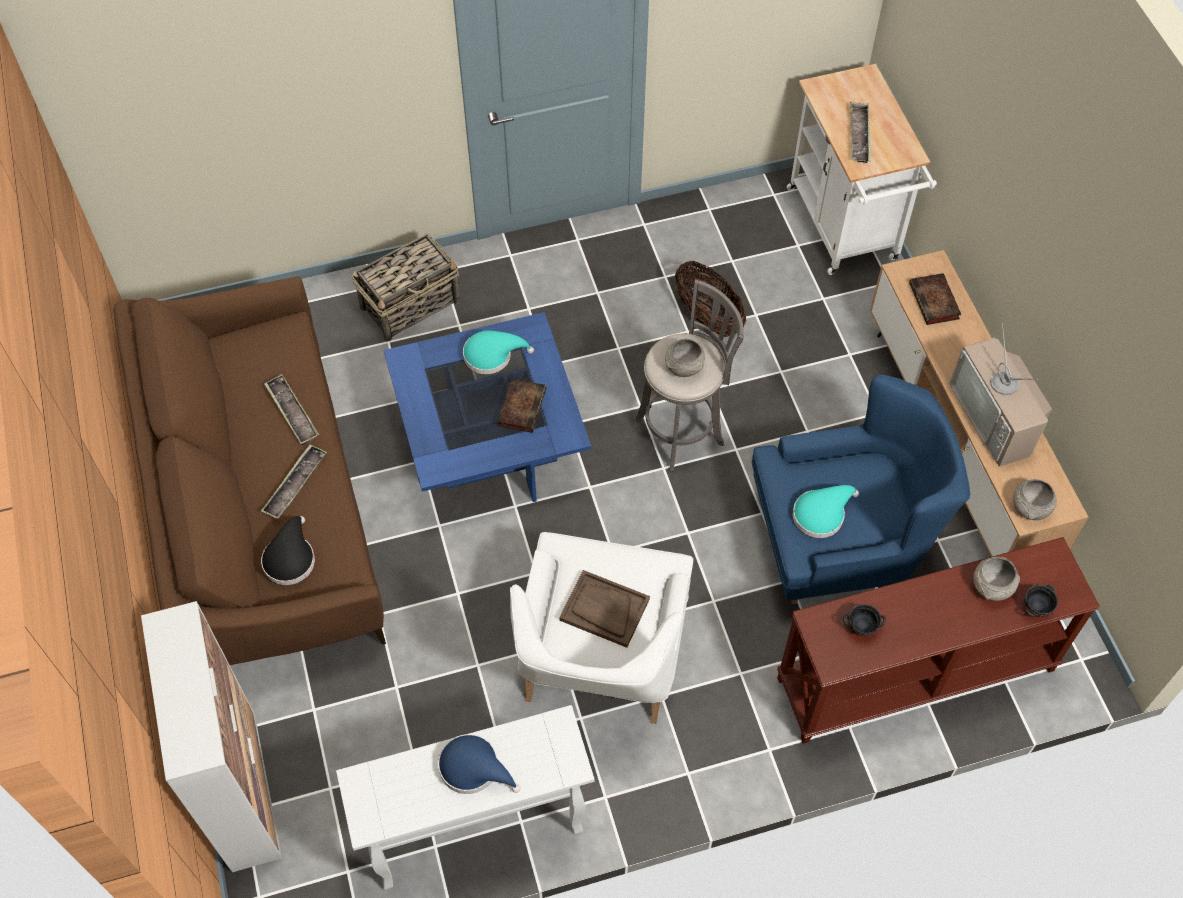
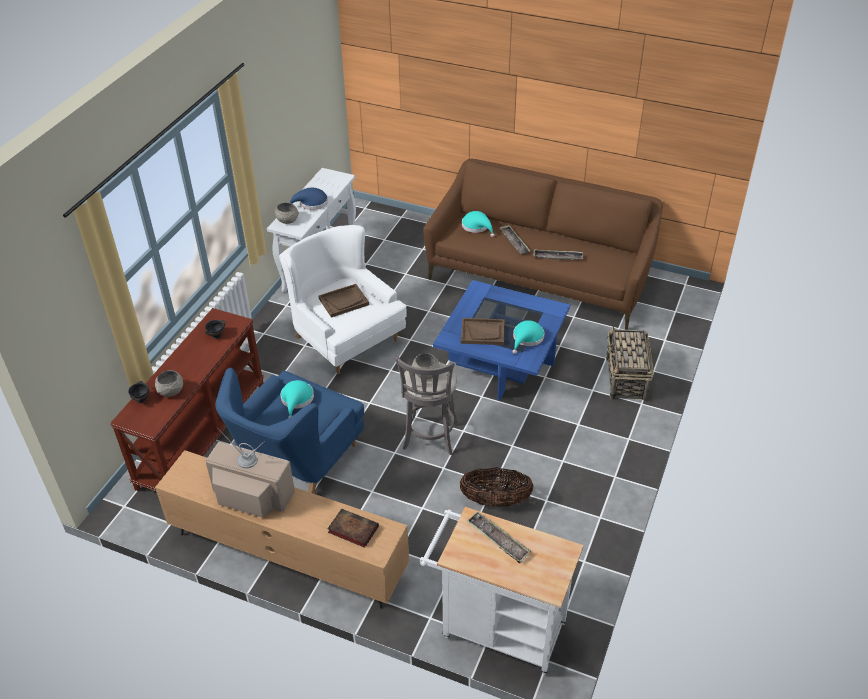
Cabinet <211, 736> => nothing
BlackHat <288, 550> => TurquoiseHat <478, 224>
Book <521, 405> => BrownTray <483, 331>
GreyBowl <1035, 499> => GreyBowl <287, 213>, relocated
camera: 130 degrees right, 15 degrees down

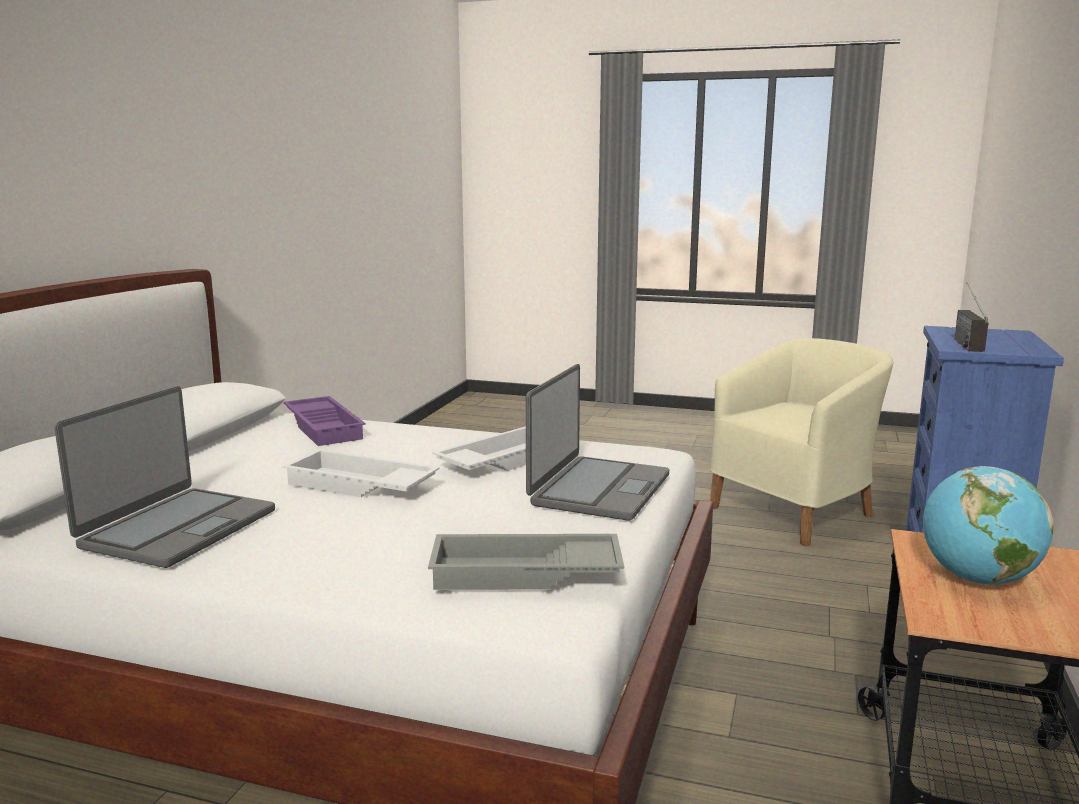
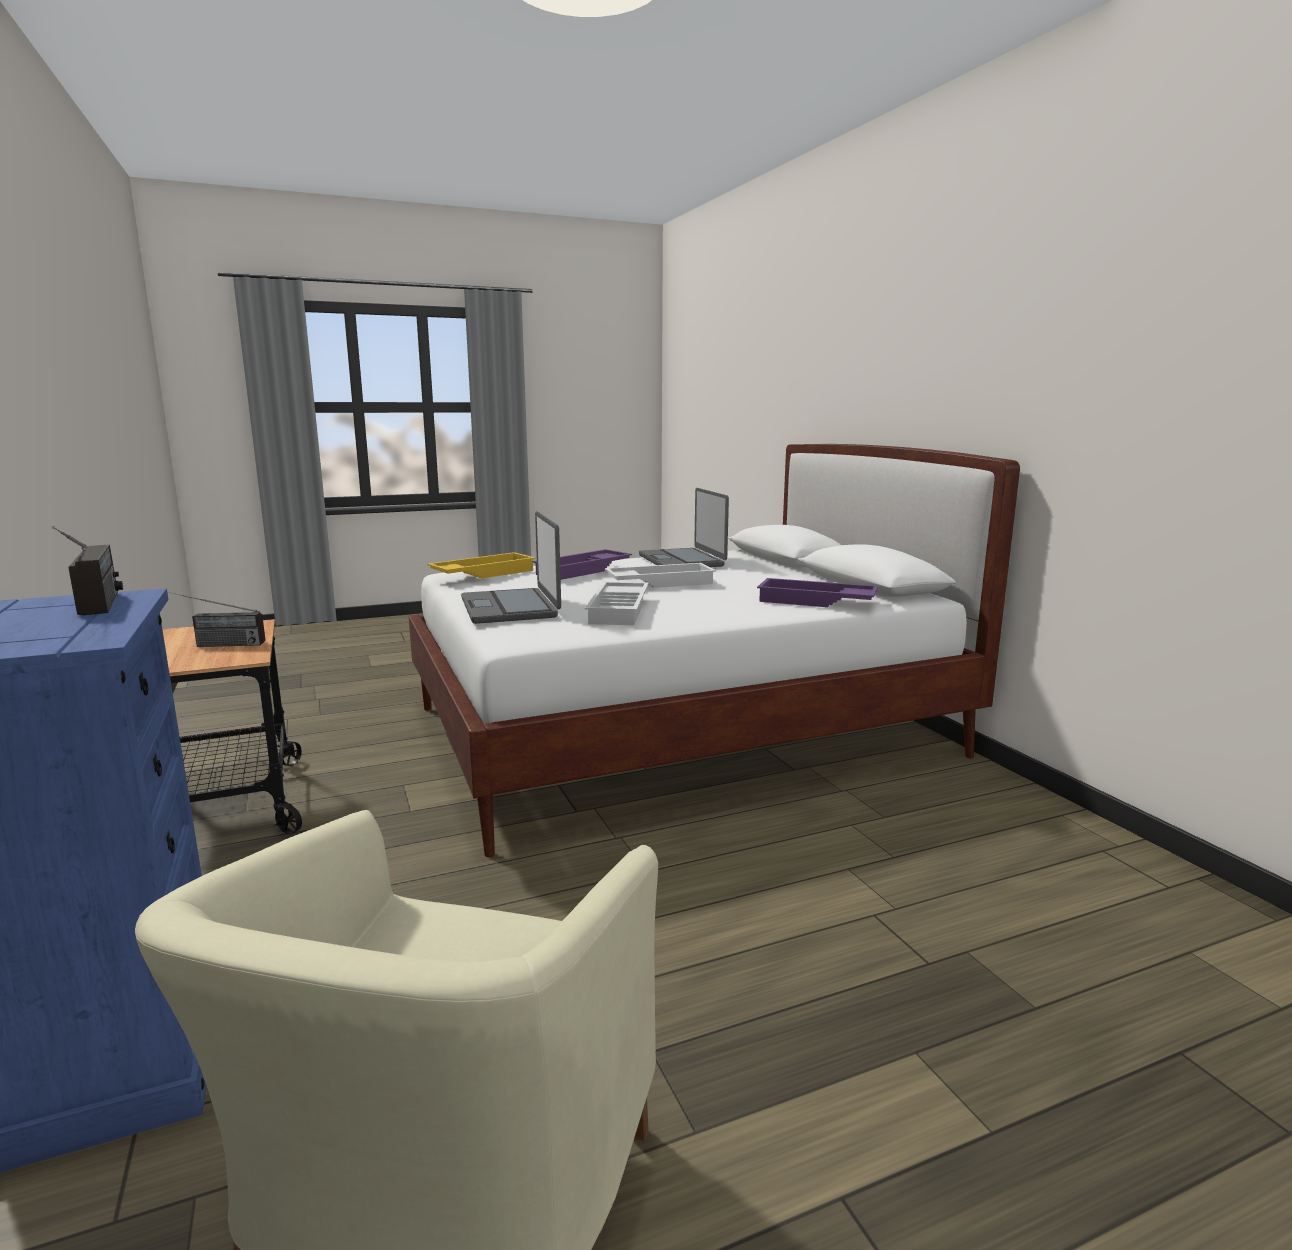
GreyTray <526, 562> => YellowTray <481, 565>
Globe <988, 525> => Radio <216, 619>
nothing => PurpleTray <582, 564>
camera: 140 degrees right, 0 degrees up

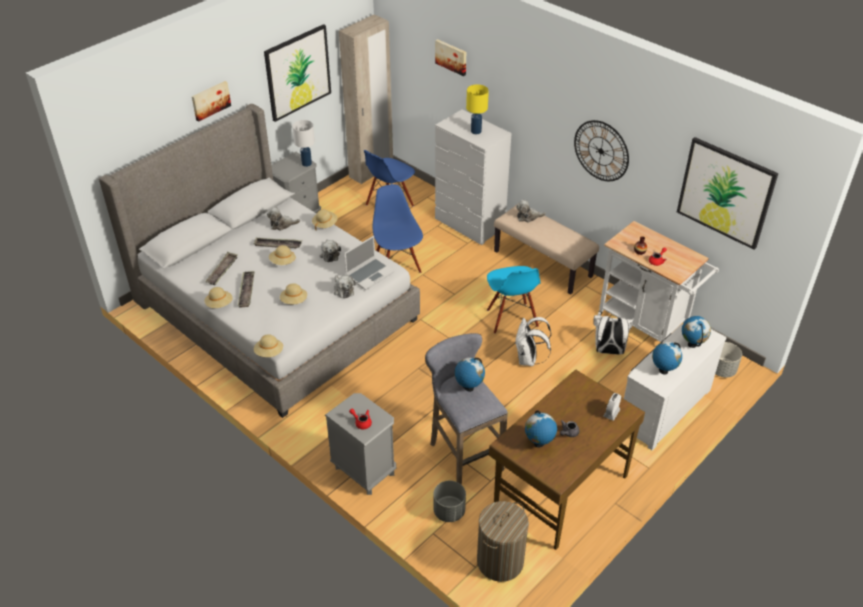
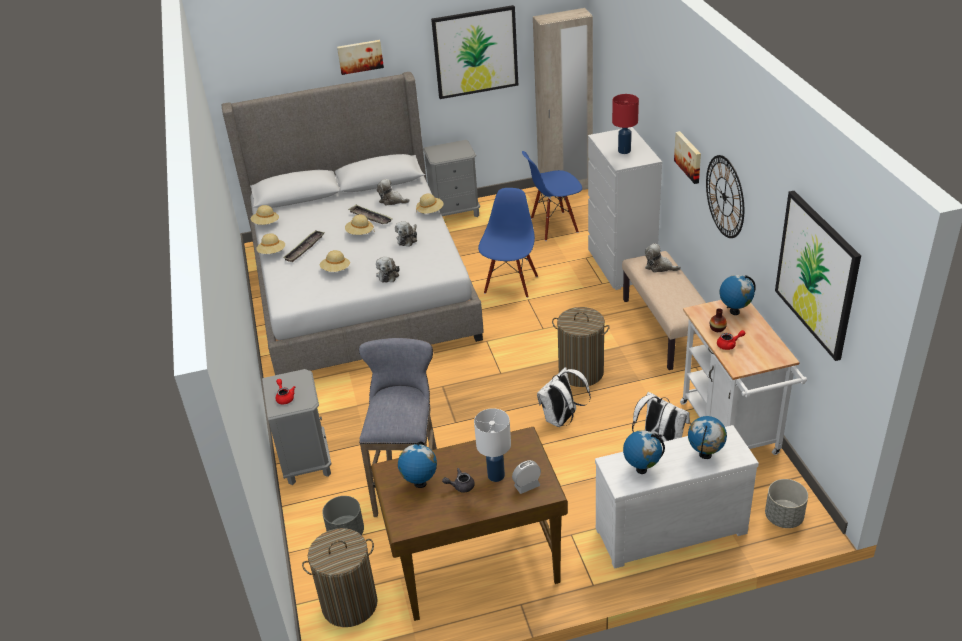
Tray <221, 268> => nothing
BeigeHat <268, 345> => BeigeHat <265, 215>, relocated
WhiteTableLamp <303, 143> => WhiteTableLamp <492, 445>, relocated
Laptop <369, 263> => nothing
Picture <450, 57> => Picture <687, 157>, relocated
Globe <469, 374> => Globe <738, 295>, relocated
YellowTableLamp <477, 109> => RedTableLamp <625, 124>
BlueChair <514, 300> => LaundryBasket <581, 347>
camera: 35 degrees right, 5 degrees down

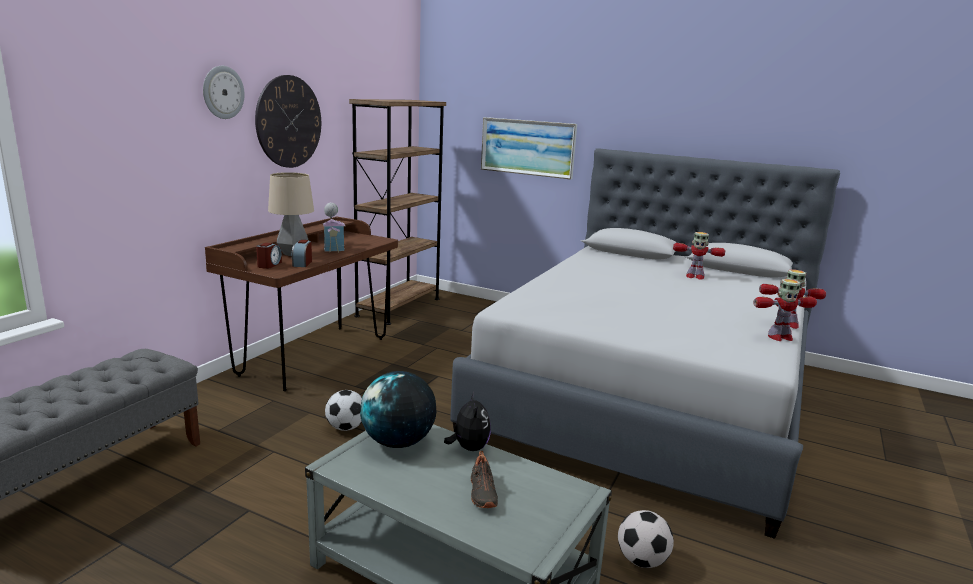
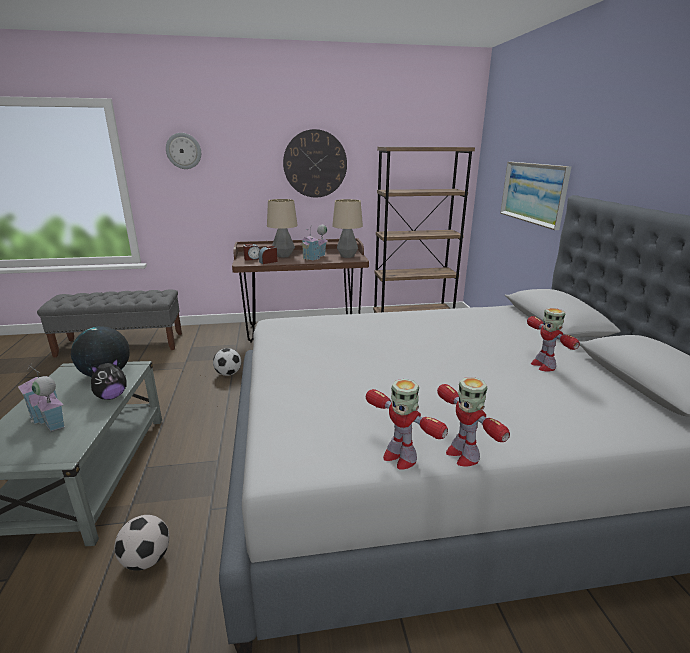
WallClock <224, 92> => WallClock <183, 151>, relocated
BlackShoe <484, 479> => ToyHouse <41, 398>
nothing => TableLamp <347, 228>
camera: 55 degrees right, 5 degrees up

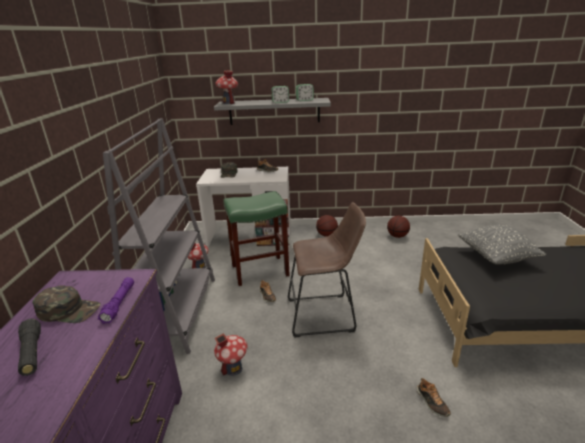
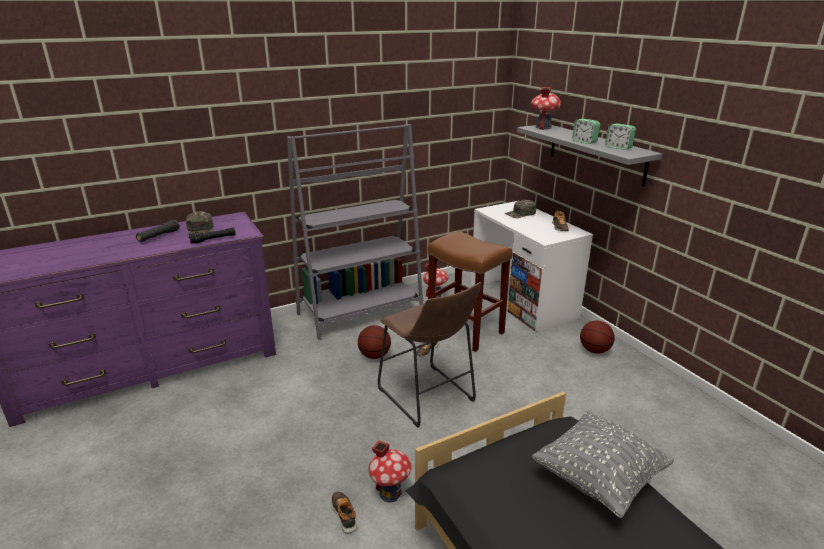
PurpleFlashlight <116, 300> => BlackFlashlight <211, 236>
ToyHouse <231, 354> => ToyHouse <390, 472>, relocated
GreenStool <256, 238> => BrownStool <470, 291>
Basketball <398, 227> => Basketball <374, 342>, relocated
Shoe <433, 397> => Shoe <344, 512>, 120 degrees clockwise
camera: 60 degrees right, 0 degrees up

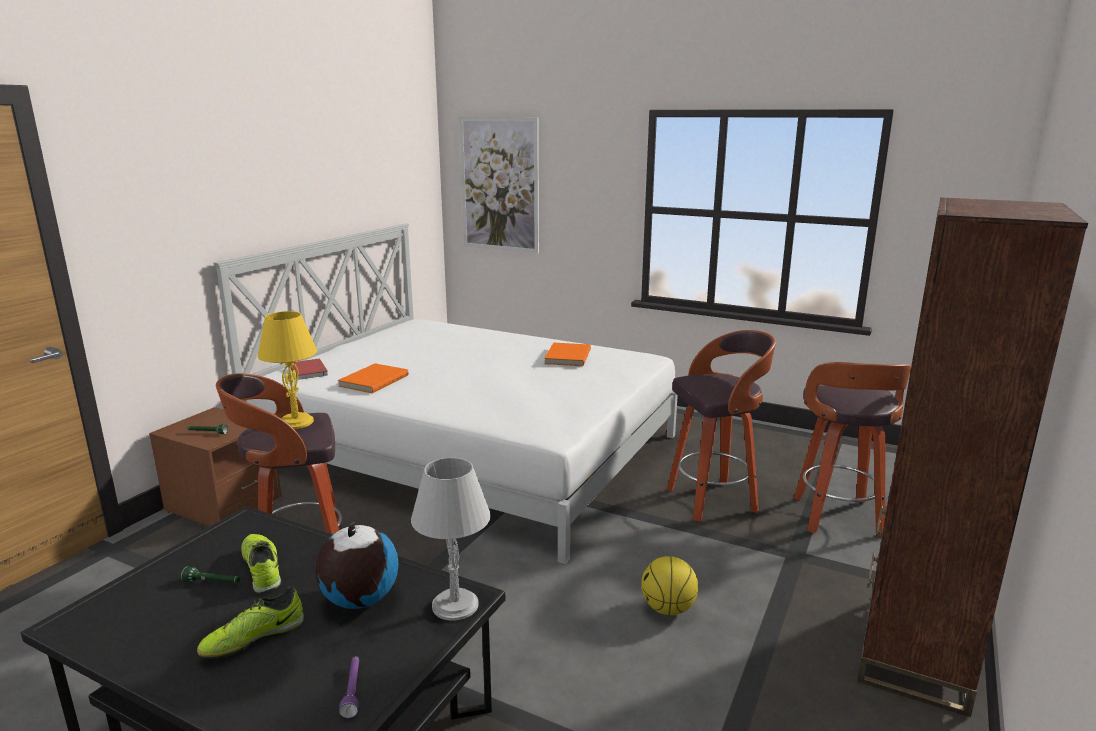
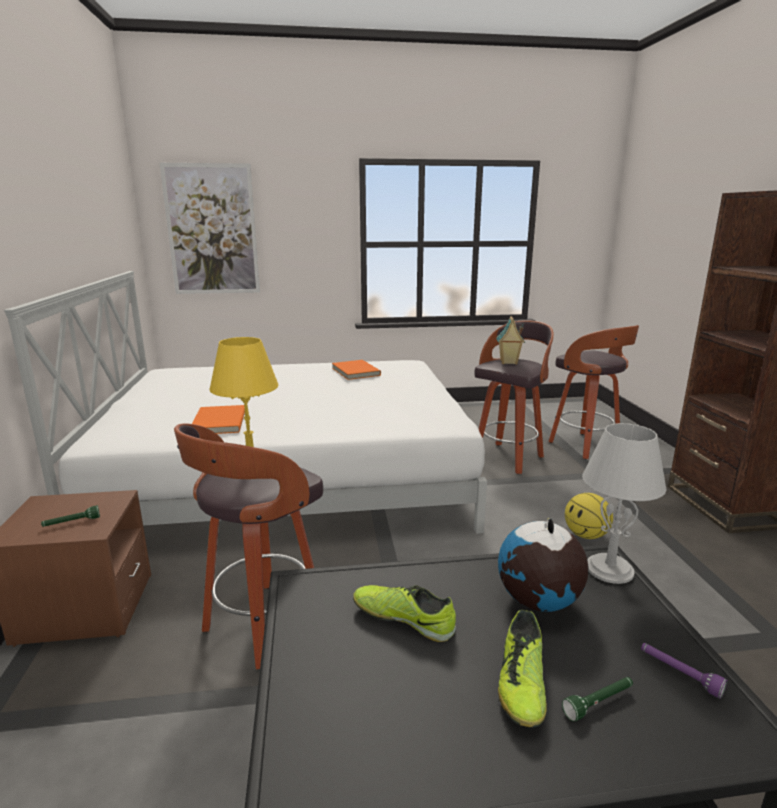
GreenFlashlight <210, 575> => GreenFlashlight <597, 699>, relocated
RedBook <309, 369> => nothing
nothing => ToyHouse <510, 340>
camera: 35 degrees left, 0 degrees up

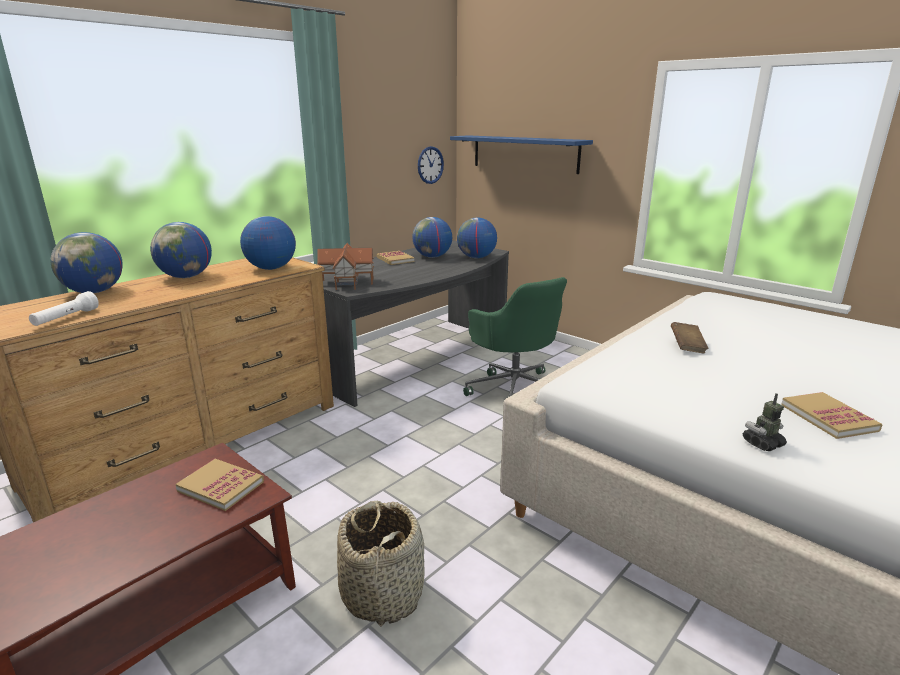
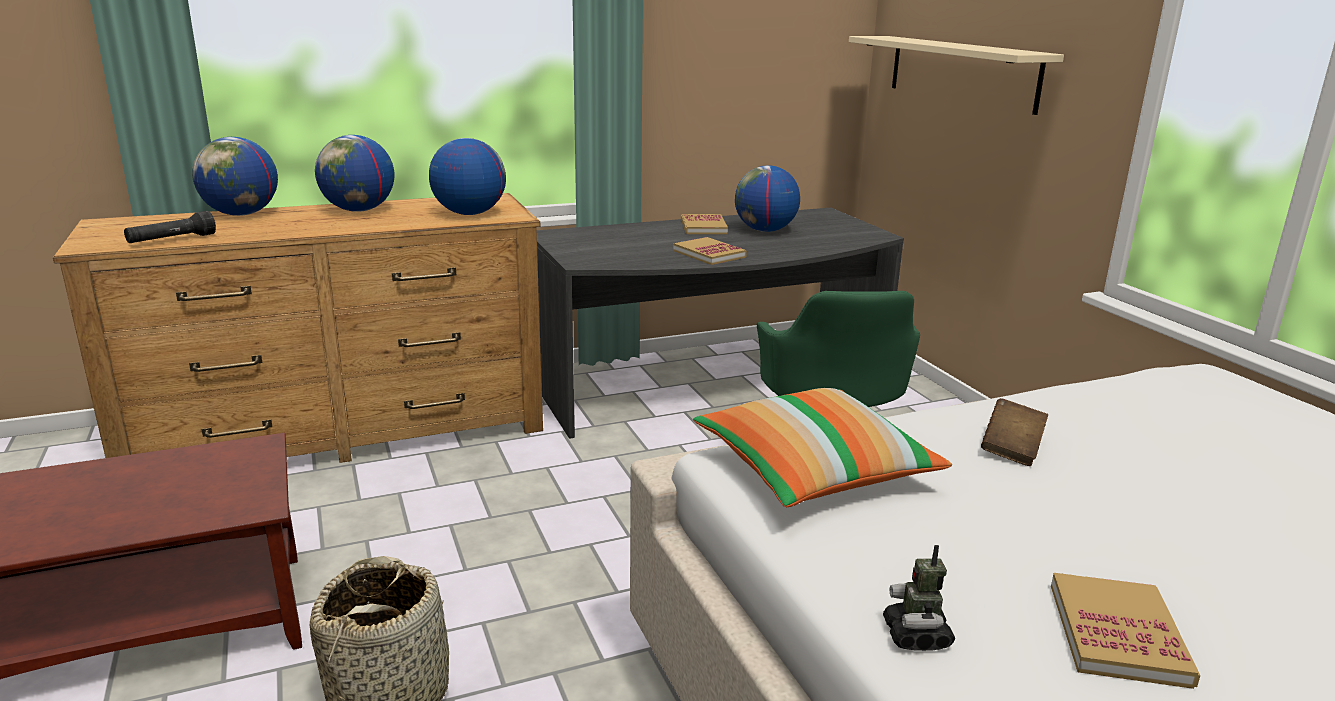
WhiteFlashlight <64, 308> => BlackFlashlight <170, 227>
Book <219, 485> => Book <710, 251>, relocated
ToyHouse <345, 266> => nothing
WallClock <431, 165> => nothing
BlueShelf <521, 154> => BeigeShelf <956, 75>
Globe <477, 237> => nothing
ToyRobot <765, 422> => ToyRobot <919, 598>, 90 degrees counterclockwise
nothing => Pillow <822, 447>
camera: 25 degrees right, 0 degrees up

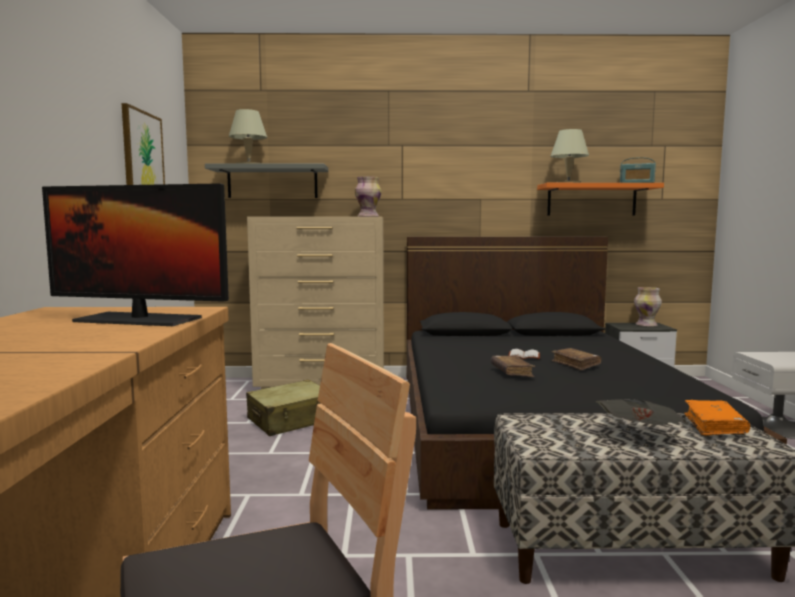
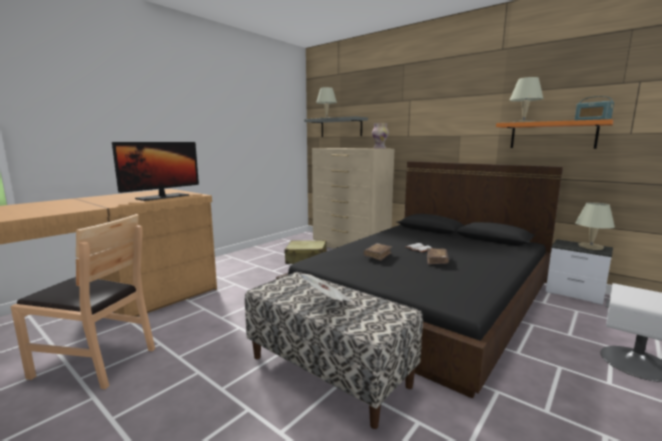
Monitor <135, 255> => Monitor <155, 171>, 105 degrees counterclockwise
Picture <143, 144> => nothing
Vase <648, 307> => BeigeTableLamp <595, 226>
OrangeBook <717, 418> => nothing
camera: 40 degrees right, 5 degrees up

